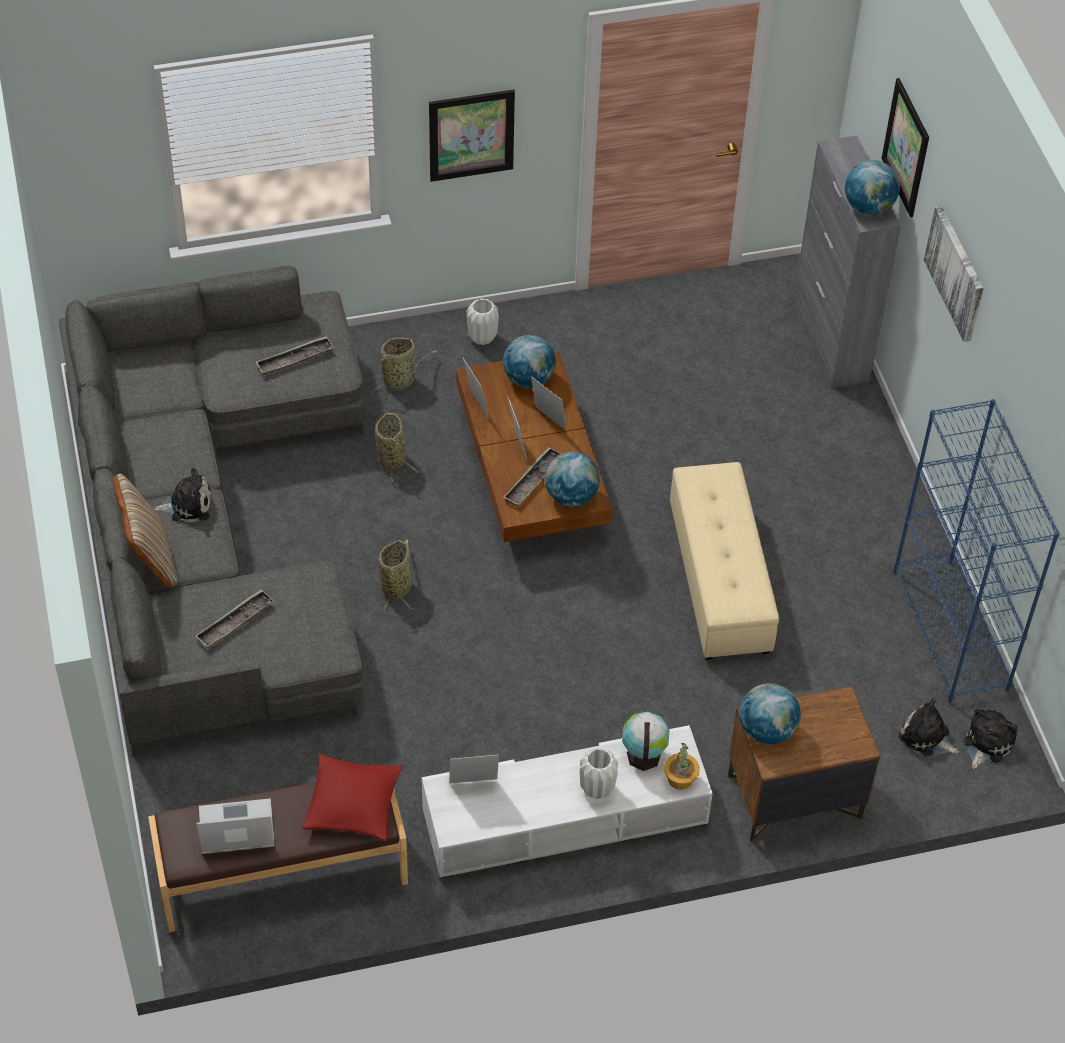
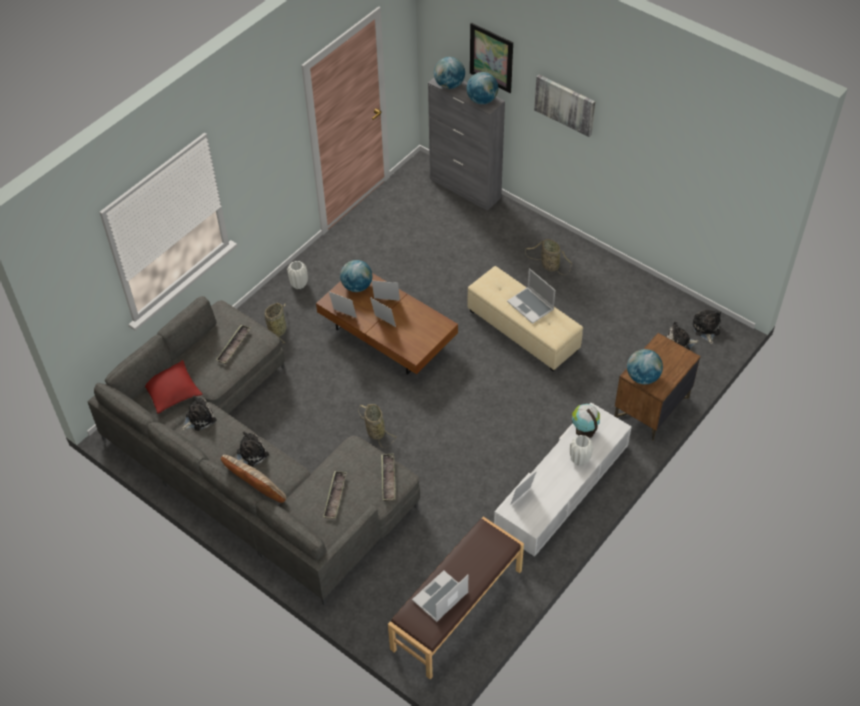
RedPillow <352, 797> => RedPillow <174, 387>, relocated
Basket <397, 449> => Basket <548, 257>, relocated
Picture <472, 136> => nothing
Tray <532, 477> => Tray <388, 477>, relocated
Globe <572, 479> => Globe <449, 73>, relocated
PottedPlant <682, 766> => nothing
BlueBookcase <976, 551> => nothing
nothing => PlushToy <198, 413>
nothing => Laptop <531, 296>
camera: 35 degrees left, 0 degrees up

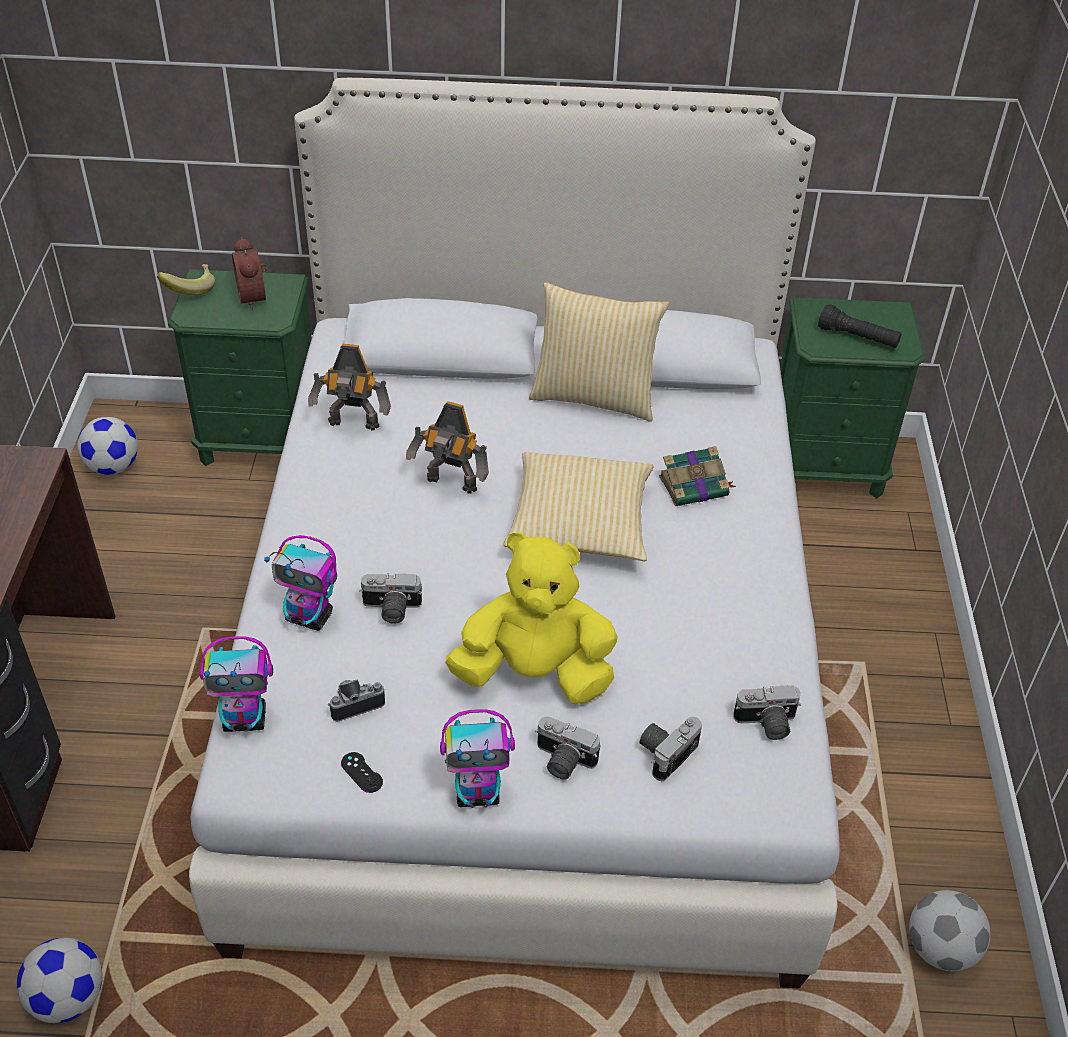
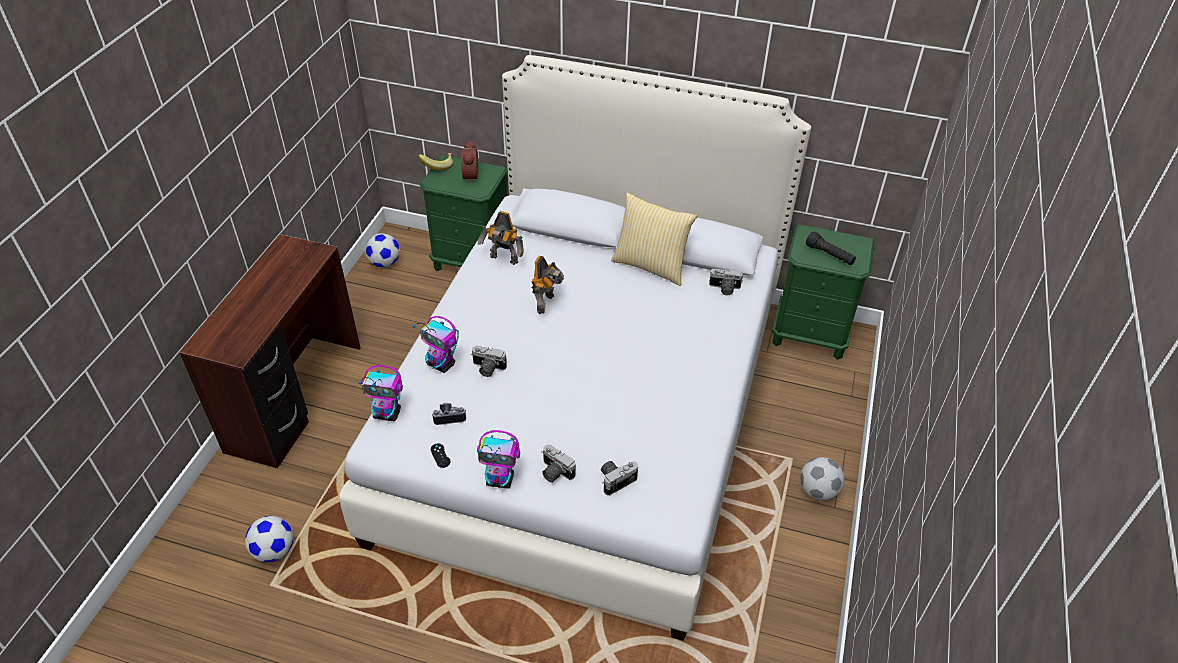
ToyRobot <447, 447> => ToyRobot <547, 285>, 105 degrees counterclockwise
YellowPlushToy <531, 618> => nothing
Pillow <578, 506> => nothing
Book <697, 476> => nothing
PhotoCamera <767, 712> => PhotoCamera <726, 281>, relocated
Football <950, 930> => Football <822, 478>, relocated
camera: 15 degrees right, 0 degrees up

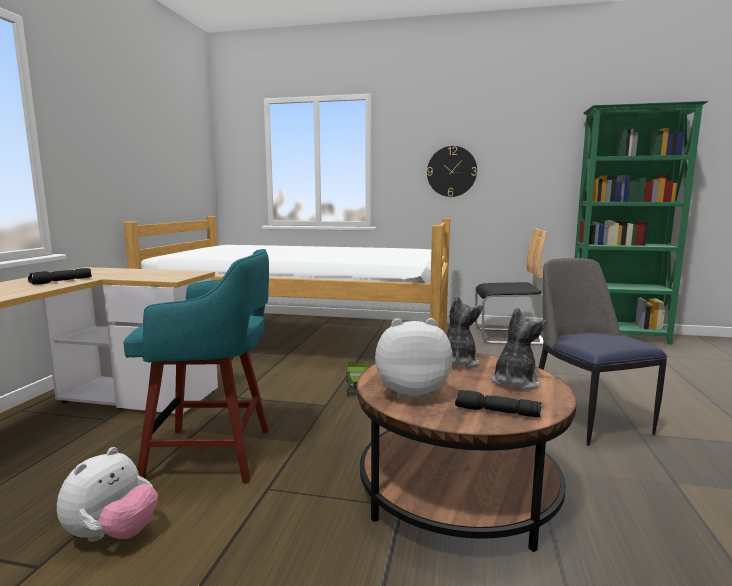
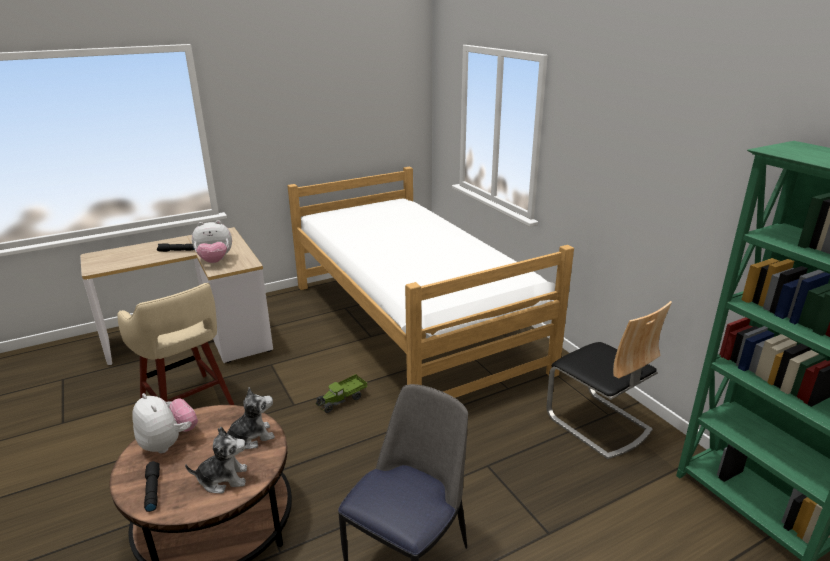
PlushToy <107, 494> => PlushToy <212, 241>, relocated
TurquoiseStool <196, 366> => BeigeStool <176, 344>
WallClock <452, 171> => nothing
camera: 50 degrees right, 15 degrees up

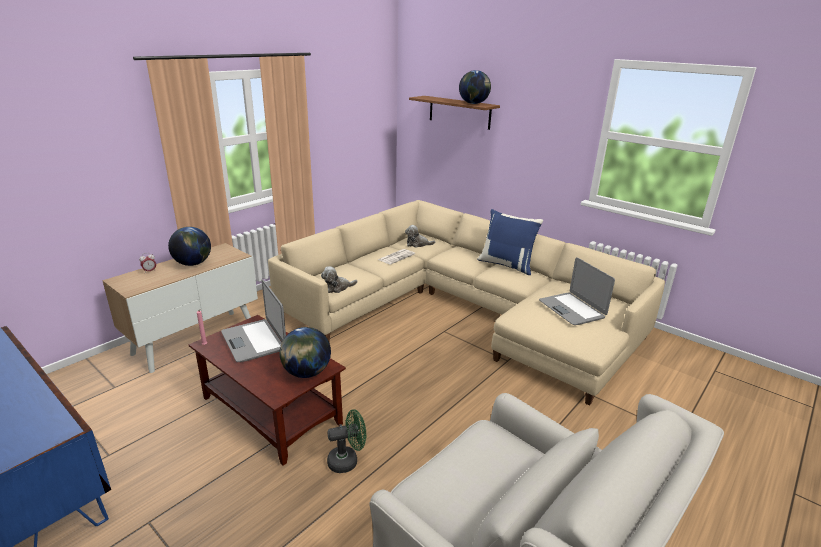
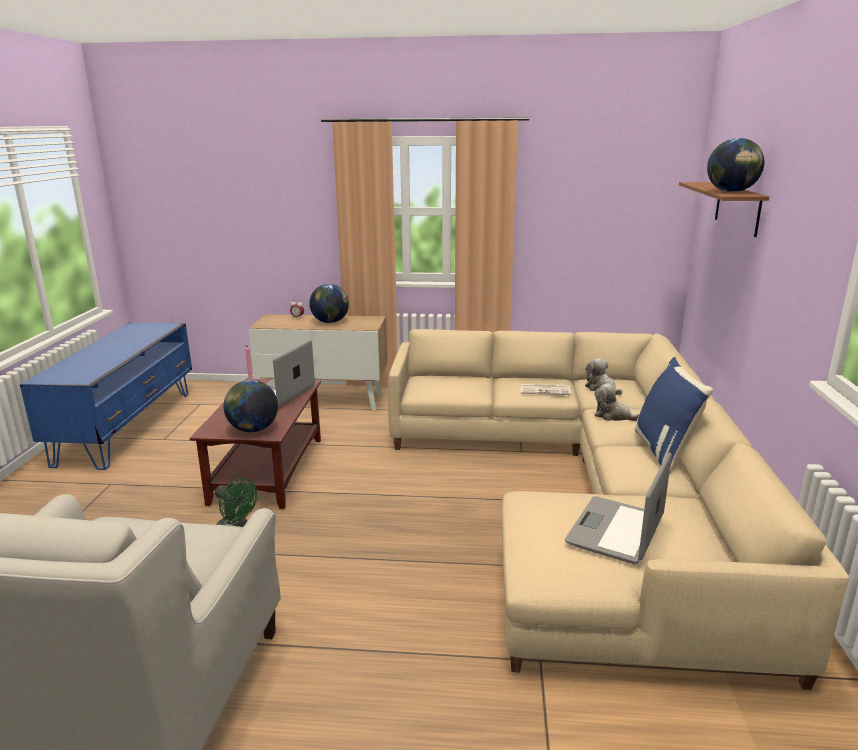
PlushToy <339, 279> => PlushToy <616, 402>, relocated
camera: 55 degrees right, 5 degrees down

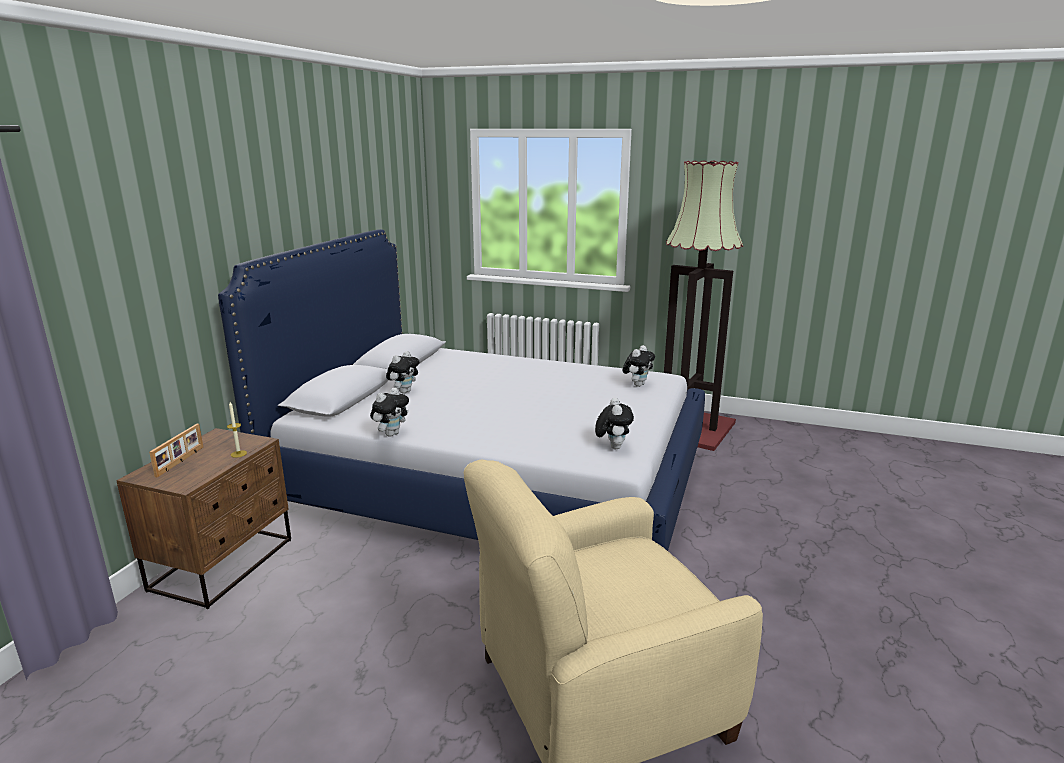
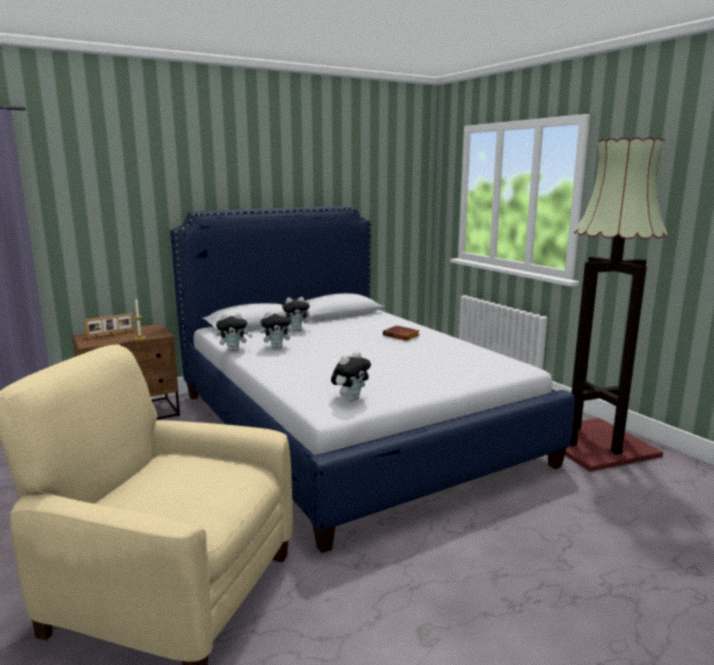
PlushToy <638, 366> => PlushToy <278, 330>, relocated
nothing => BrownBook <401, 333>
camera: 40 degrees right, 5 degrees down

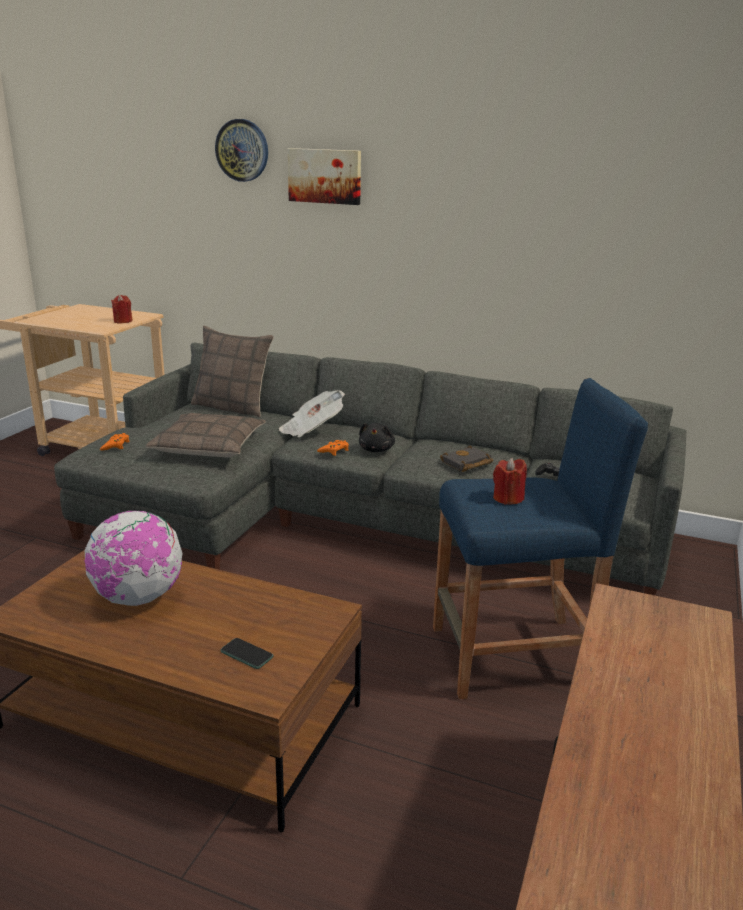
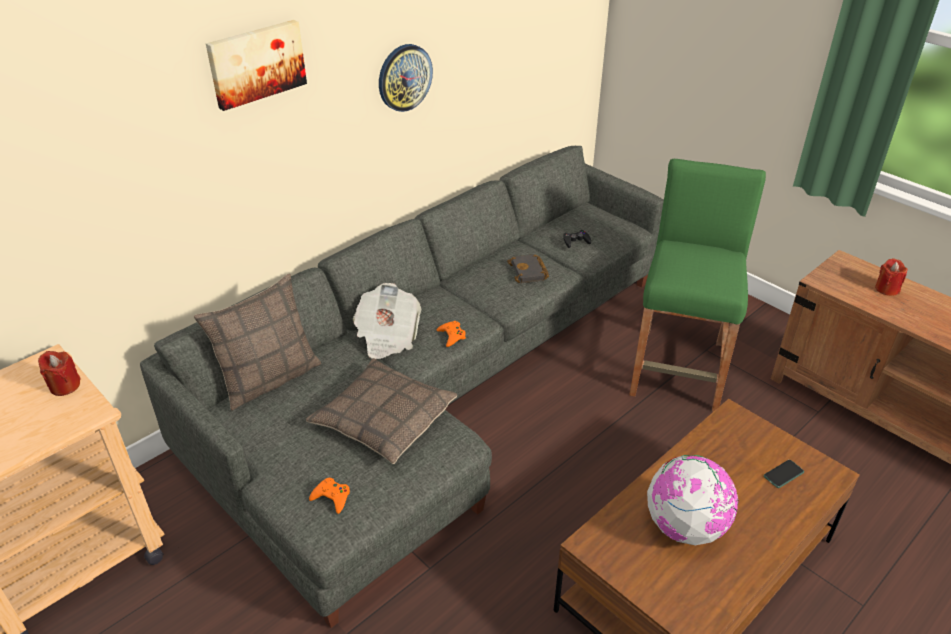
WallClock <241, 150> => WallClock <406, 78>, relocated
BlackPlushToy <377, 437> => nothing
BlueStool <540, 538> => GreenStool <698, 285>
RedCandle <510, 481> => RedCandle <891, 277>, relocated
camera: 65 degrees left, 15 degrees up

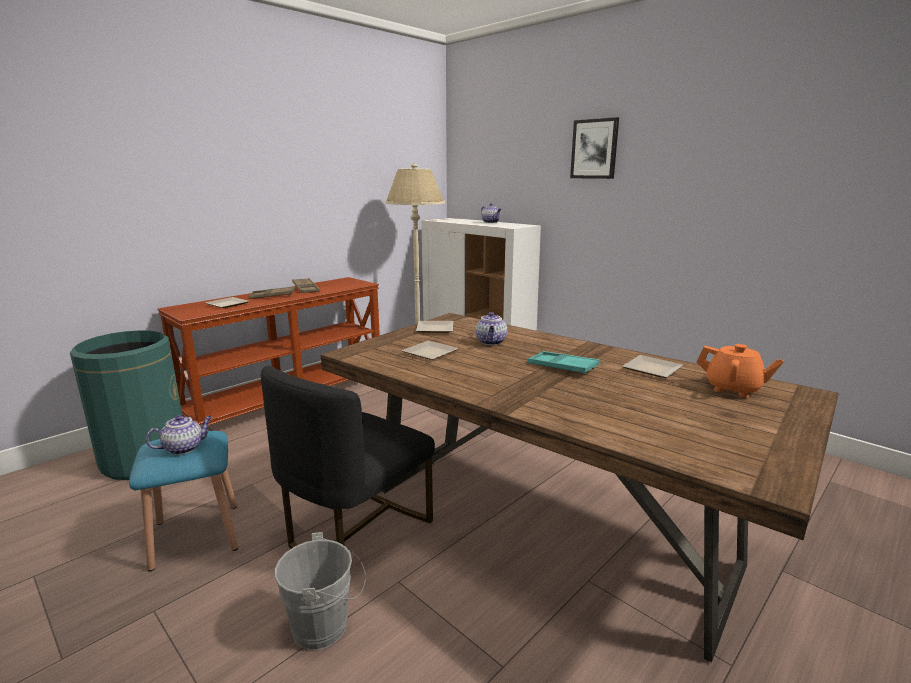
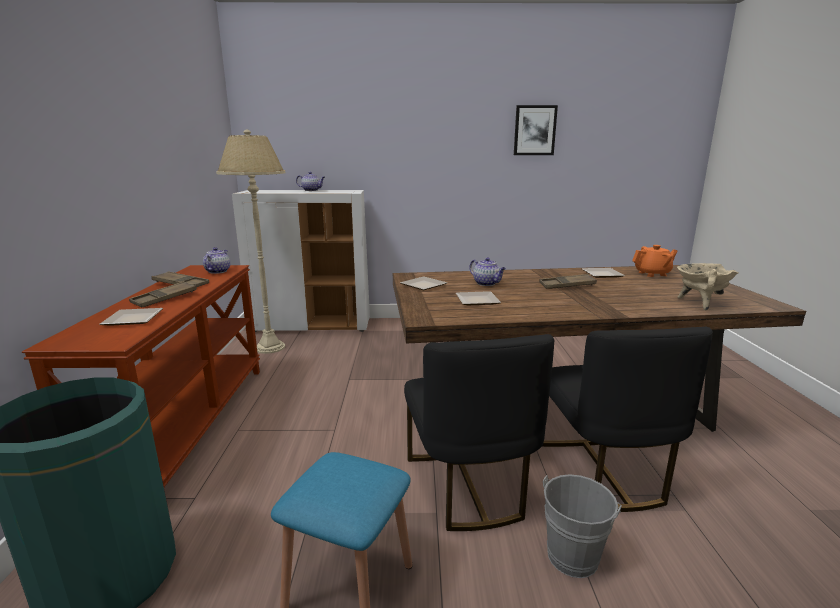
Teapot <179, 435> => Teapot <216, 260>, relocated
TurquoiseTray <564, 362> => BrownTray <568, 281>
Picture <594, 148> => Picture <536, 130>, relocated
nothing => BlackChair <627, 419>
nothing => BeigeCookingPot <708, 286>
camera: 45 degrees left, 0 degrees up

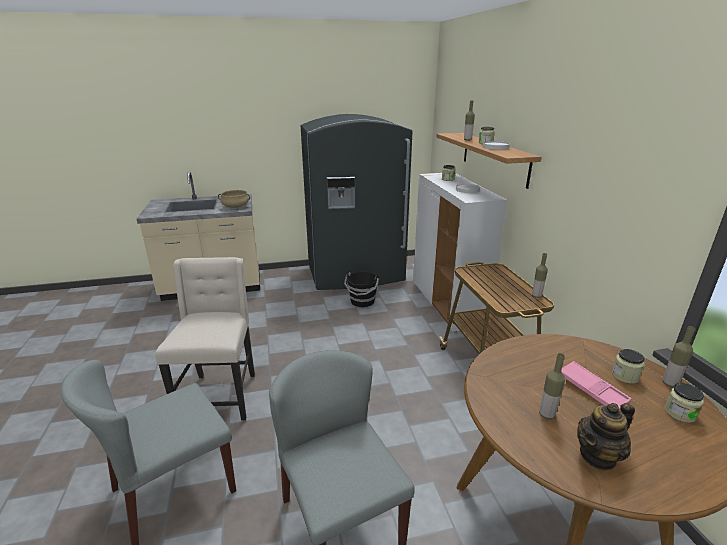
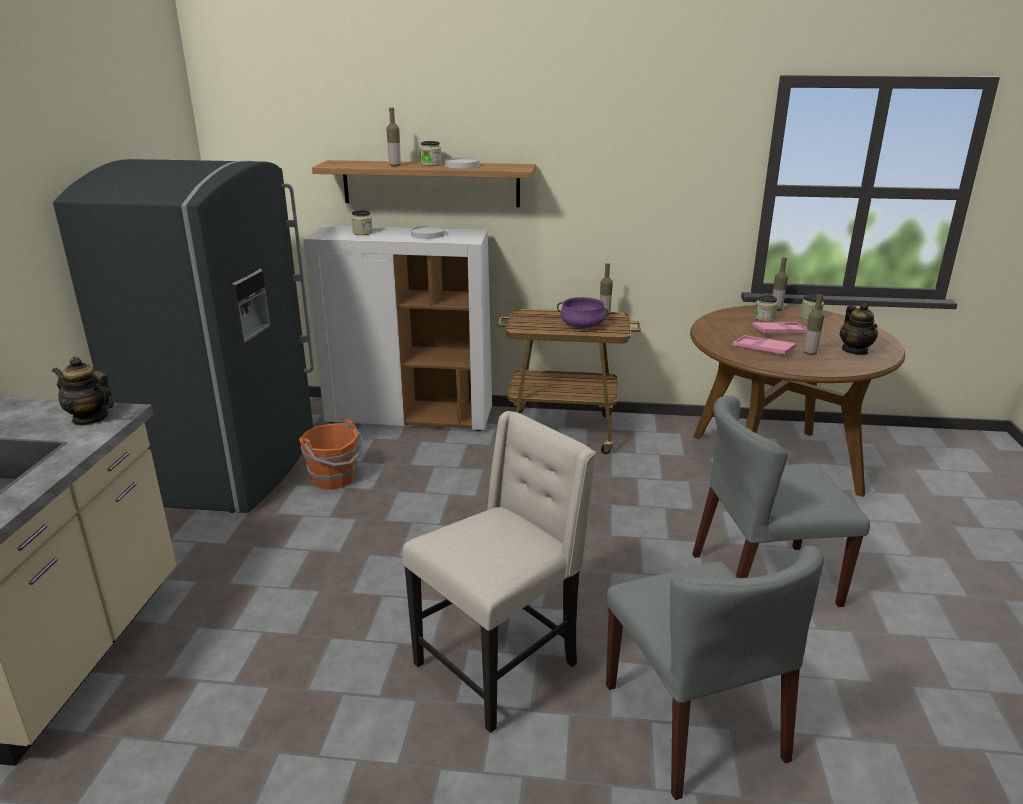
BeigeChair <205, 339> => BeigeChair <499, 572>, 120 degrees clockwise
BeigeCookingPot <234, 199> => Teapot <83, 391>
BlackBucket <361, 289> => OrangeBucket <331, 454>
nothing => PurpleCookingPot <583, 312>
nothing => PinkTray <764, 345>
camera: 70 degrees left, 0 degrees up

